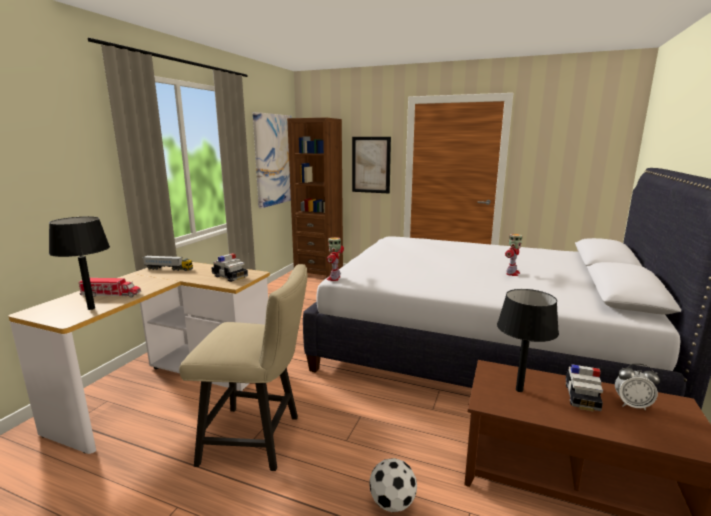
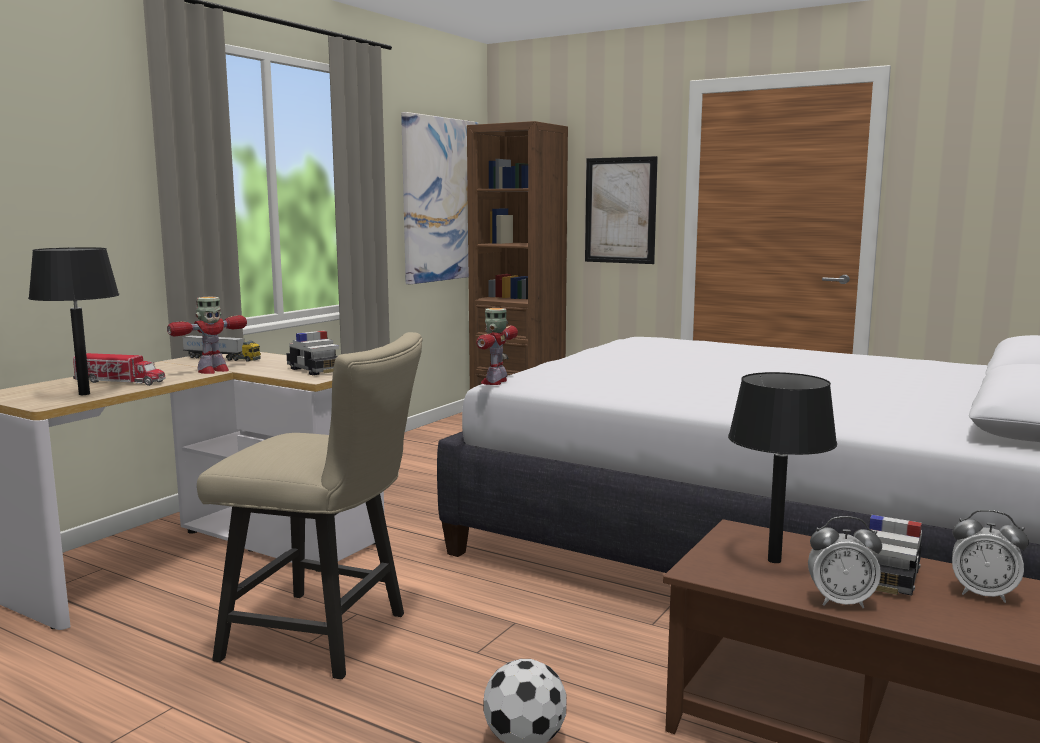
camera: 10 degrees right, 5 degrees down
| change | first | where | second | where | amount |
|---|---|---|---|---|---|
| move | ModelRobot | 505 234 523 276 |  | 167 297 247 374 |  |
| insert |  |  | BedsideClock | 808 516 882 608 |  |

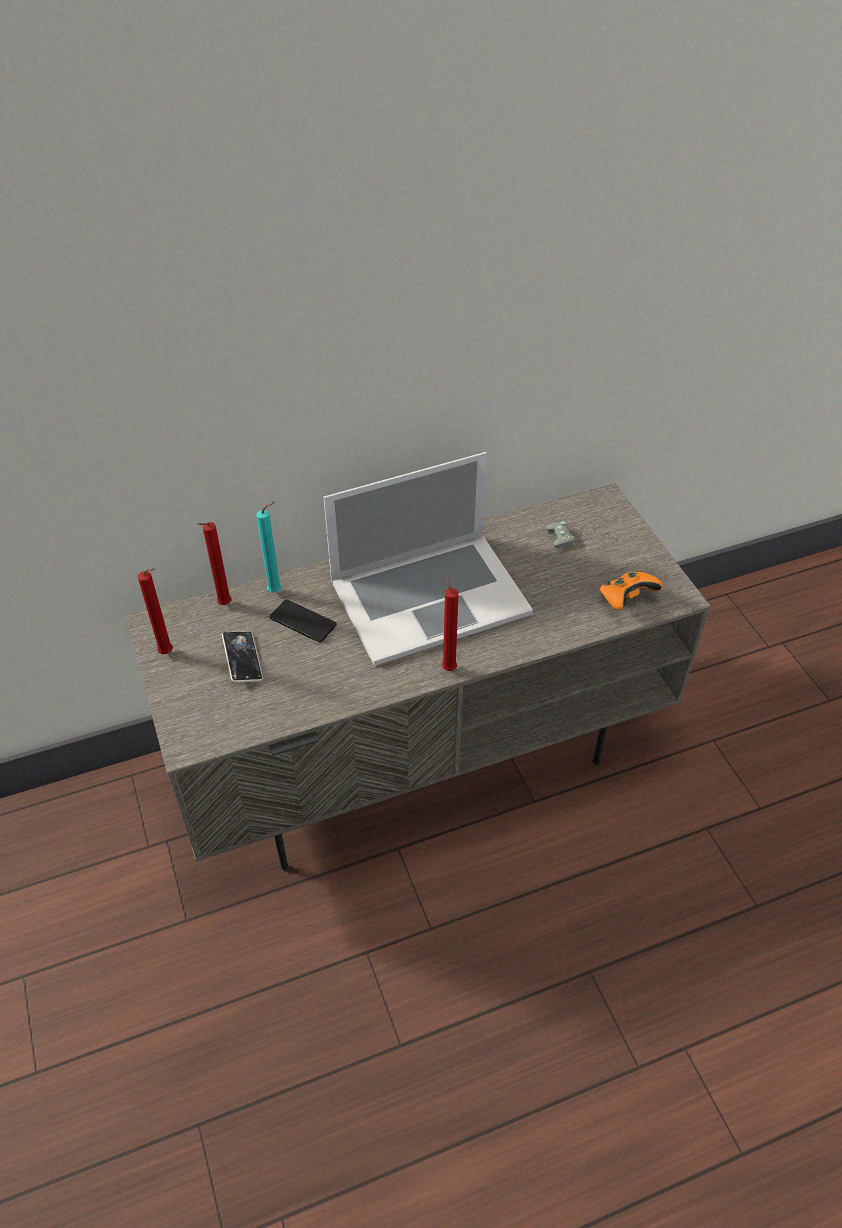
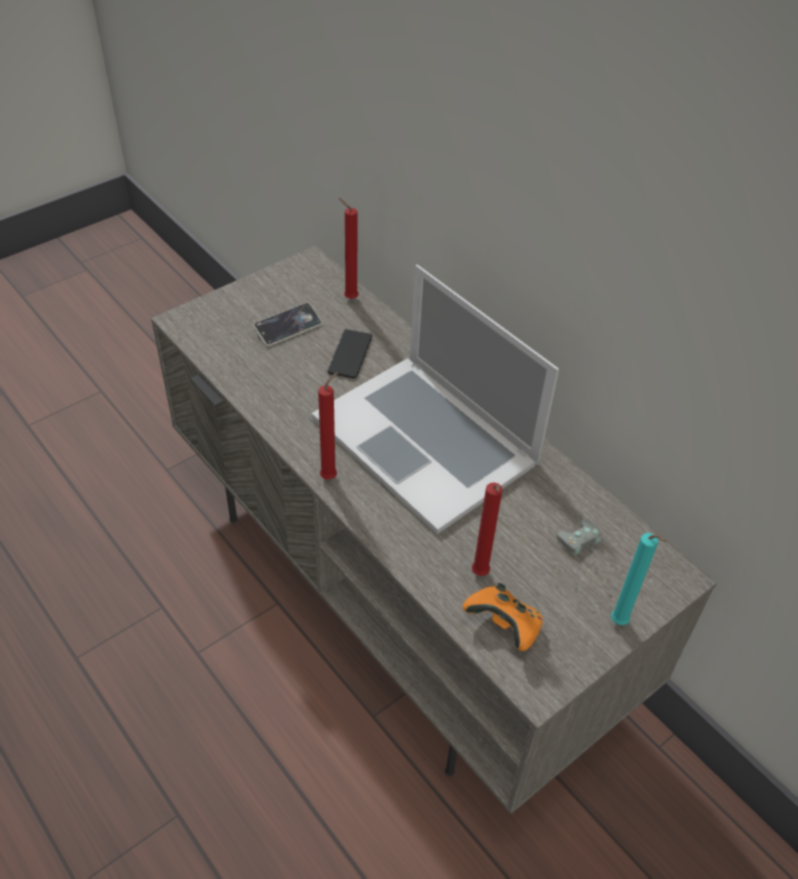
camera: 70 degrees right, 0 degrees up
| change | first | where | second | where | amount |
|---|---|---|---|---|---|
| move | RedColouredWaxCandle | 138 568 173 654 |  | 472 483 503 576 |  |
| move | BlueGreenWaxCandle | 257 502 281 592 |  | 611 533 667 625 |  |

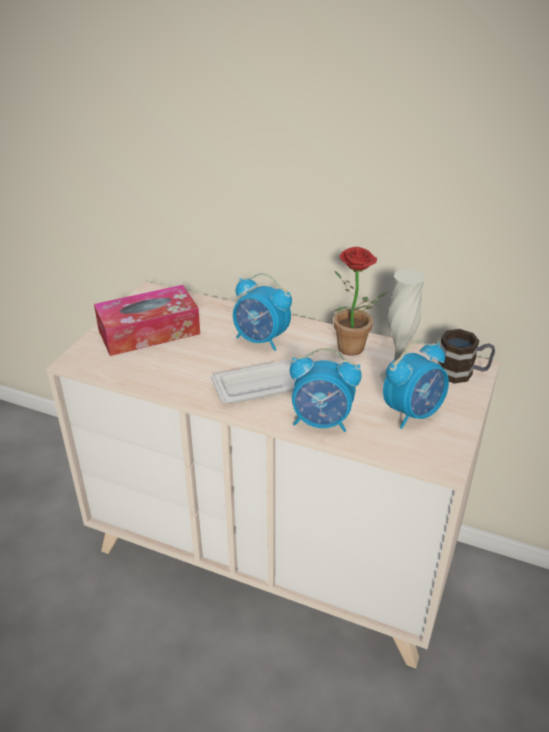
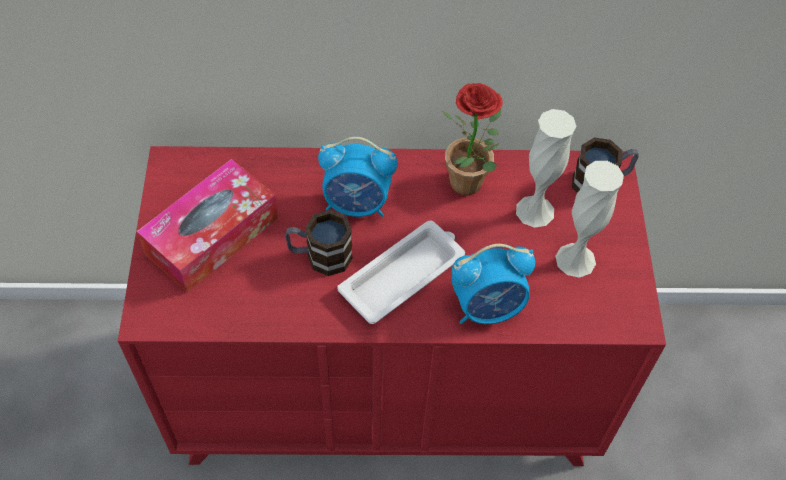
camera: 25 degrees left, 20 degrees up
| change | first | where | second | where | amount |
|---|---|---|---|---|---|
| recolor | BeigeColouredChestOfDrawers | 46 281 500 669 | RedColouredChestOfDrawers | 118 146 666 466 |  |
| replace | BedsideClock | 383 340 449 429 | WhiteColouredVase | 555 161 624 278 |  |
| insert |  |  | Mug | 285 210 353 276 |  |

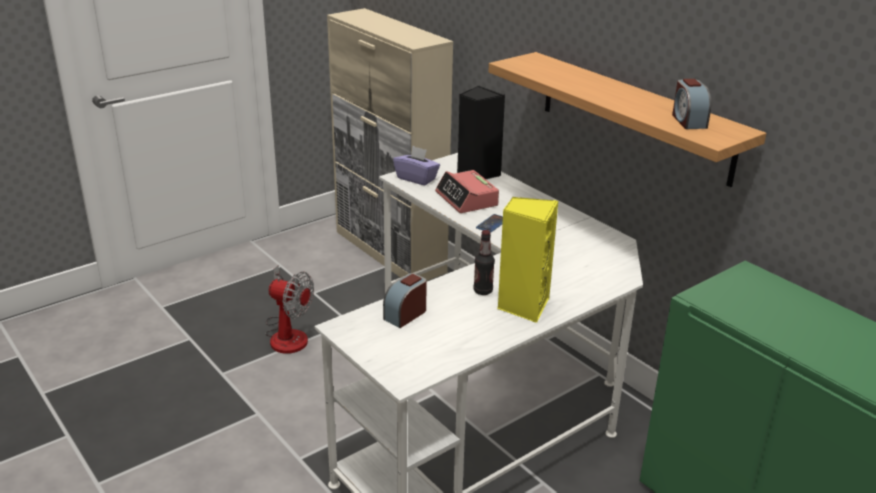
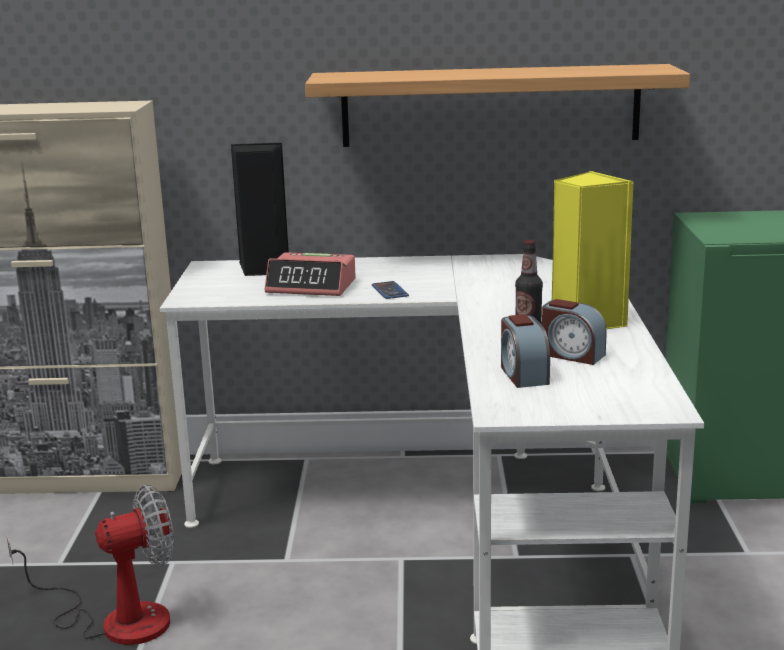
camera: 50 degrees left, 10 degrees down
| change | first | where | second | where | amount |
|---|---|---|---|---|---|
| delete | PurpleColouredBoxOfTissues | 393 146 440 185 |  |  |  |
| move | BedsideClock | 672 79 711 129 |  | 542 299 607 365 |  |

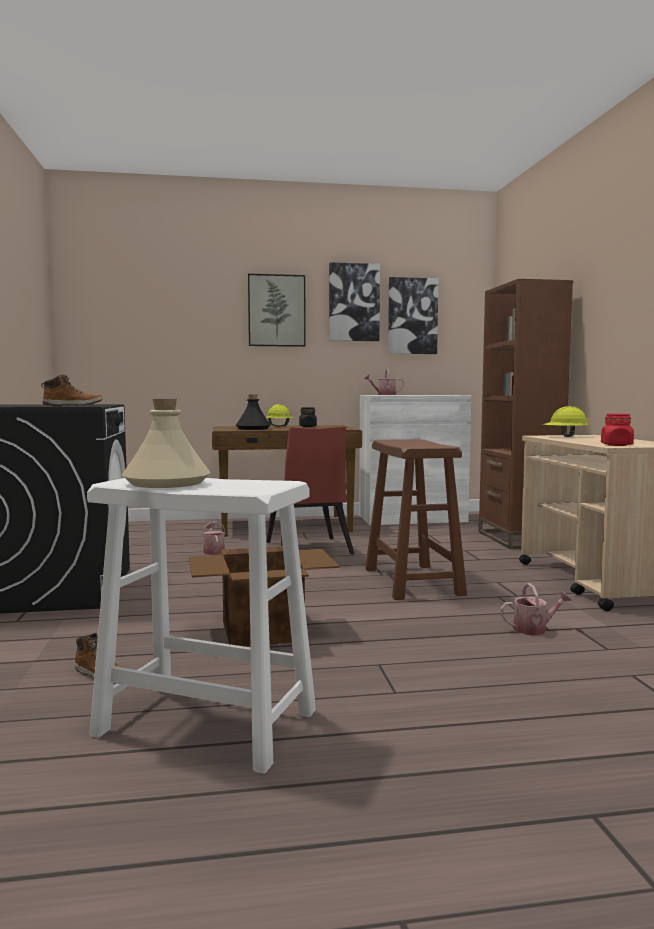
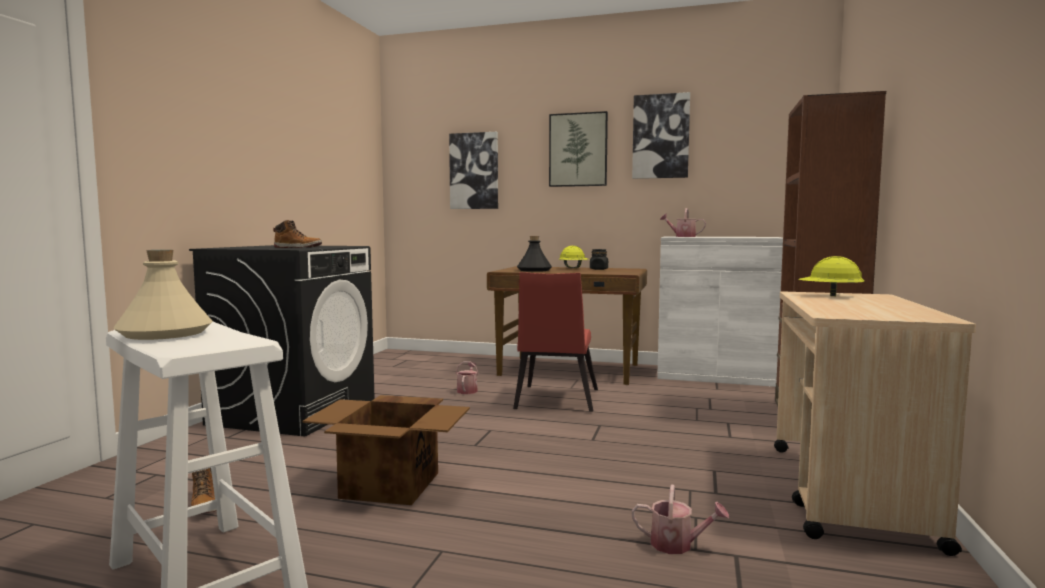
camera: 25 degrees right, 0 degrees up
| change | first | where | second | where | amount |
|---|---|---|---|---|---|
| delete | BrownColouredSittingStool | 365 439 467 600 |  |  |  |
| move | WallArt | 388 277 438 354 |  | 449 132 498 209 |  |
| delete | RedColouredJar | 601 413 634 446 |  |  |  |

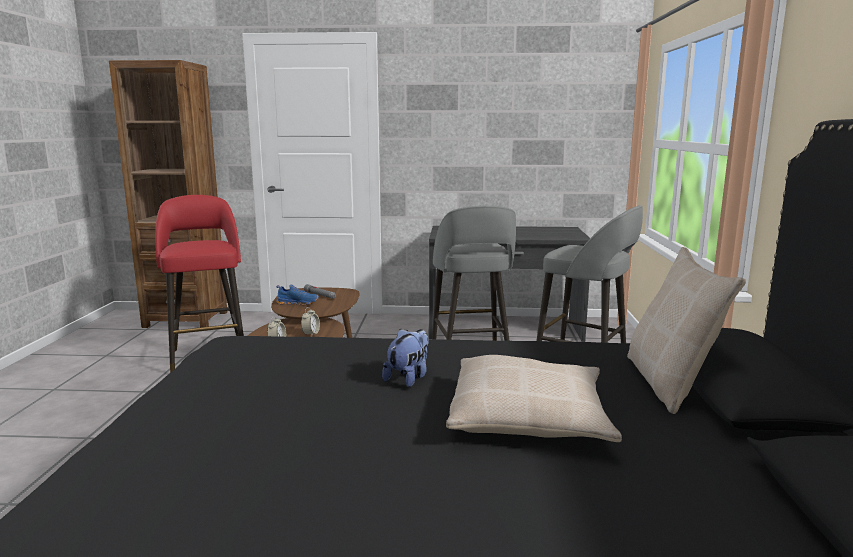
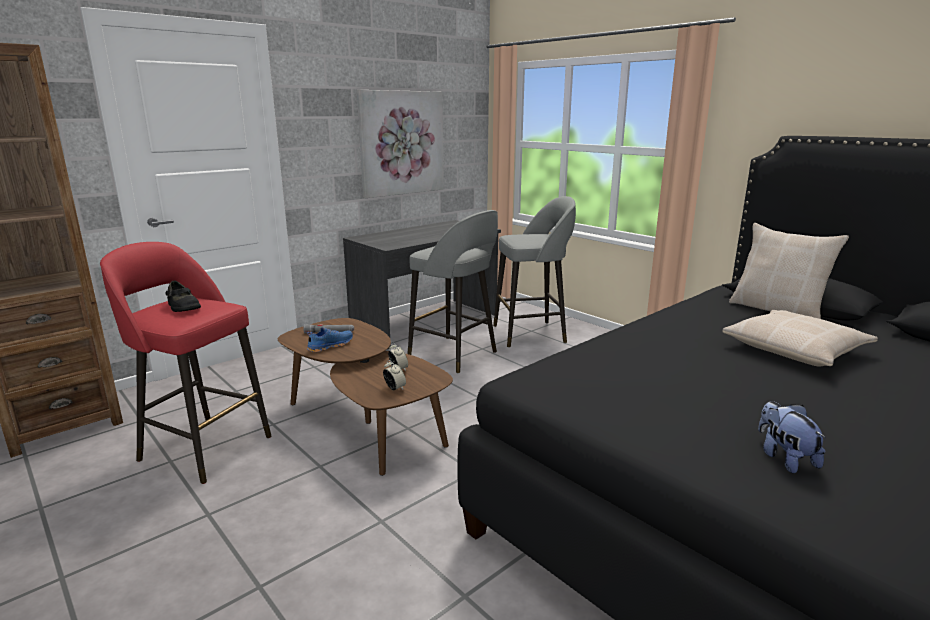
camera: 45 degrees left, 5 degrees up
| change | first | where | second | where | amount |
|---|---|---|---|---|---|
| move | SoftToy | 382 328 429 387 |  | 758 401 825 474 |  |
| insert |  |  | BlackLowShoe | 166 281 201 312 |  |
| insert |  |  | WallArt | 357 90 444 198 |  |

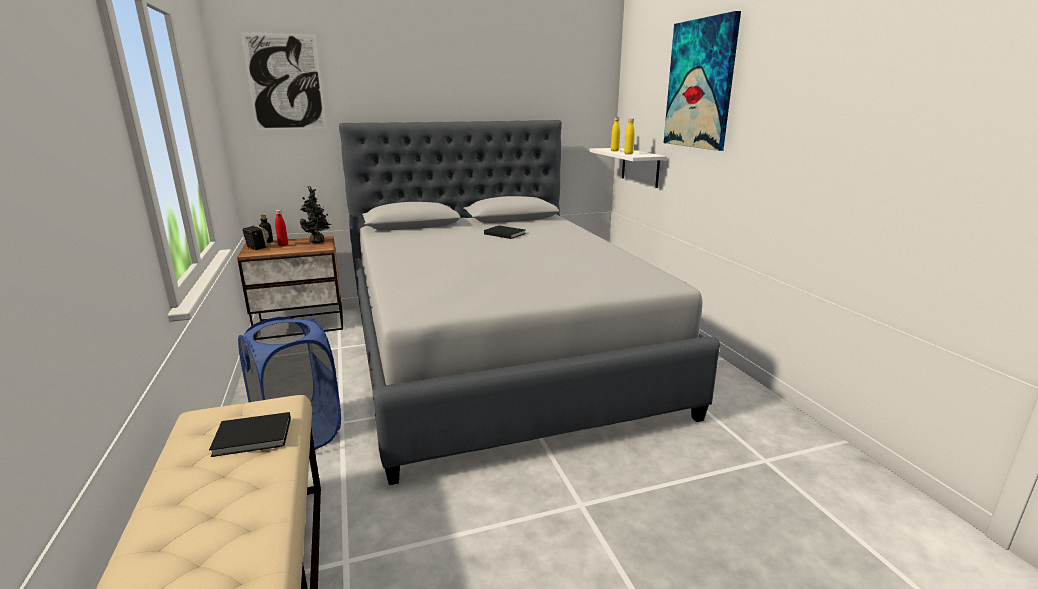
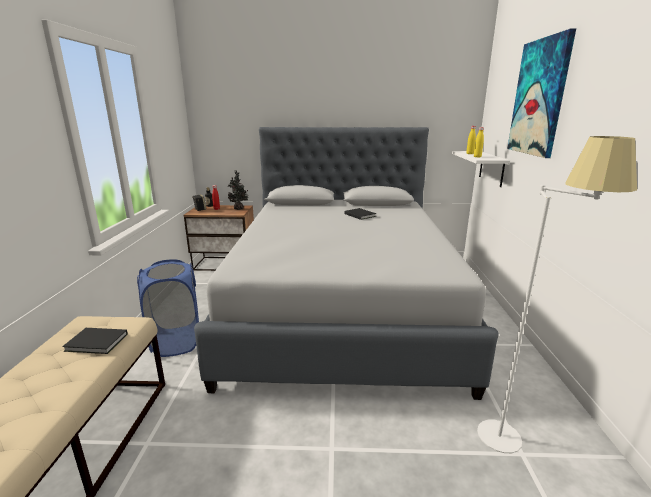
camera: 20 degrees right, 0 degrees up
| change | first | where | second | where | amount |
|---|---|---|---|---|---|
| delete | WallArt | 241 32 326 130 |  |  |  |
| insert |  |  | WhiteColouredStandingLamp | 477 136 637 453 |  |

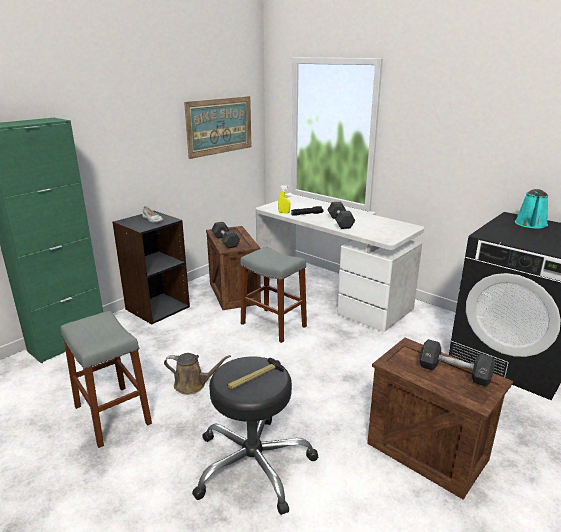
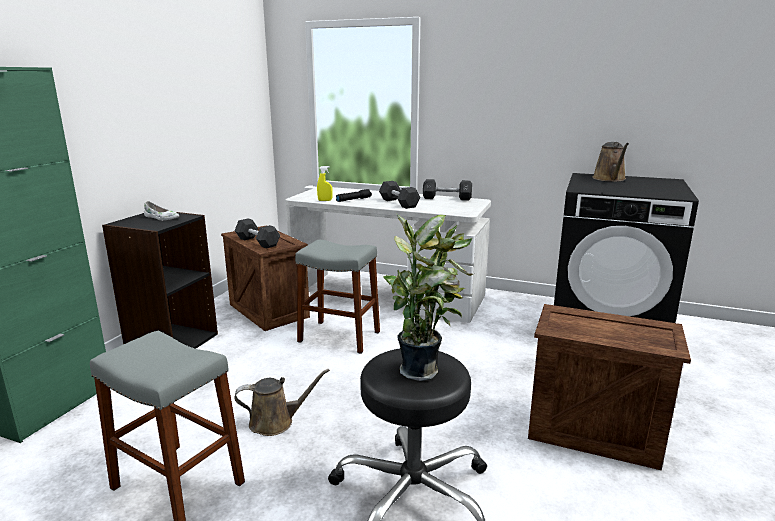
camera: 20 degrees left, 5 degrees down
| change | first | where | second | where | amount |
|---|---|---|---|---|---|
| delete | WallArt | 184 96 252 159 |  |  |  |
| replace | HandHammer | 228 358 284 390 | PlantInAPot | 383 213 473 381 |  |
| move | BlackHandWeight | 419 339 495 387 |  | 423 179 472 201 |  |
| recolor | BlueGreenWateringPot | 515 189 548 229 | BrownColouredWateringPot | 592 142 629 182 |  |

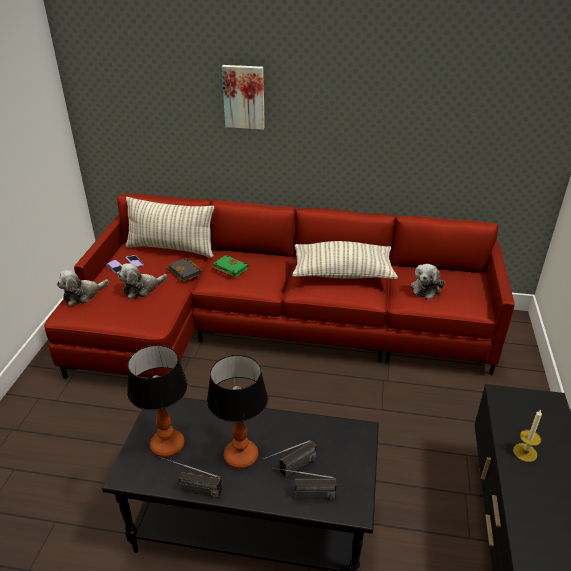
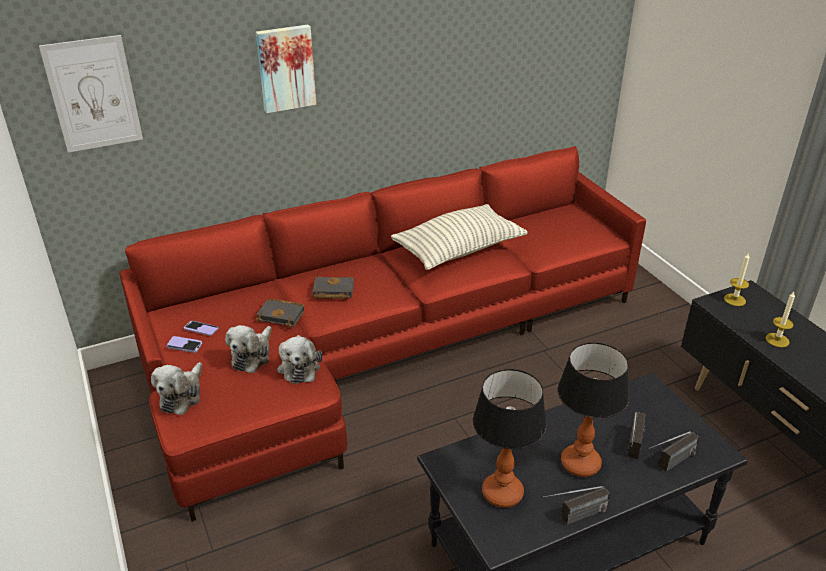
camera: 35 degrees left, 0 degrees up
| change | first | where | second | where | amount |
|---|---|---|---|---|---|
| delete | Pillow | 126 197 214 258 |  |  |  |
| recolor | GreenBoundBook | 212 255 249 278 | BlackBoundBook | 312 276 354 299 |  |
| move | SoftToy | 411 264 445 299 |  | 277 335 322 384 |  |
| insert |  |  | WallArt | 39 35 143 153 |  |
| insert |  |  | WaxCandle | 724 252 750 306 |  |

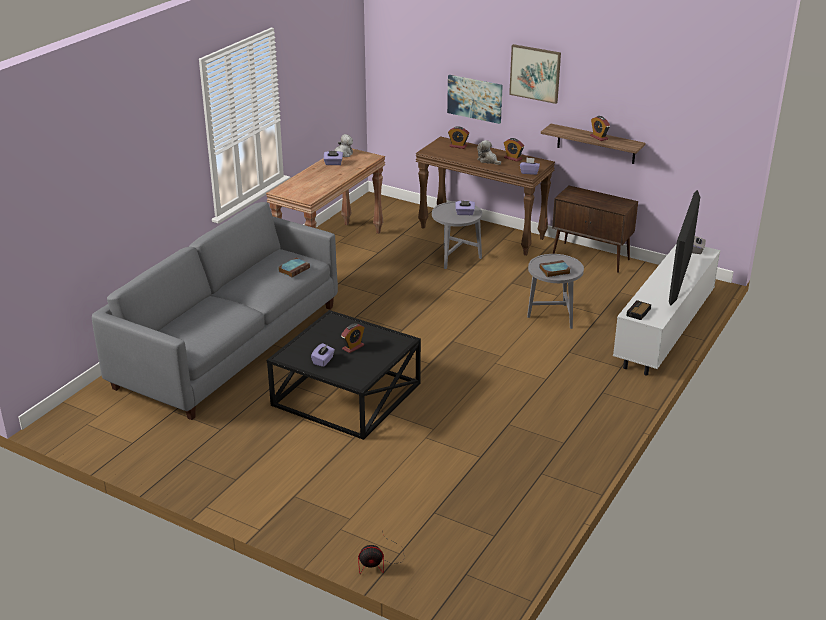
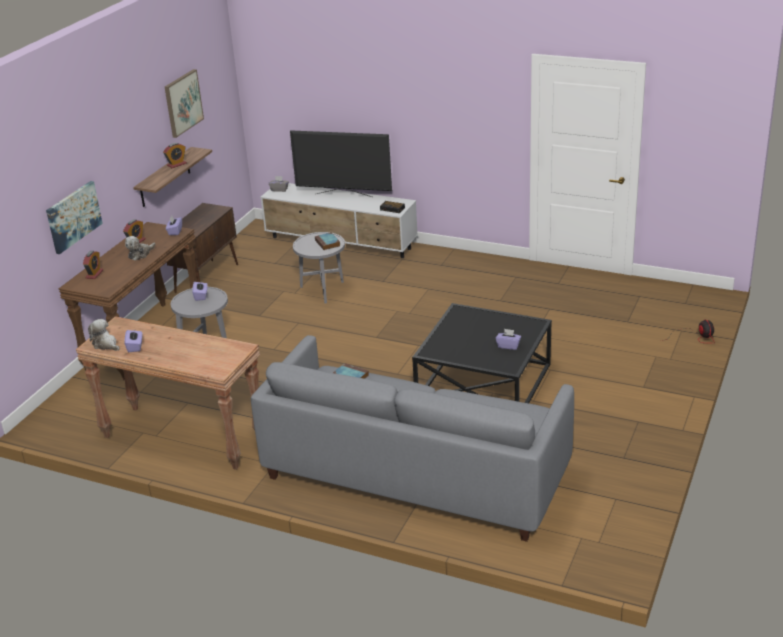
camera: 95 degrees left, 0 degrees up
| change | first | where | second | where | amount |
|---|---|---|---|---|---|
| delete | BedsideClock | 341 323 365 353 |  |  |  |
| move | WallArt | 509 44 561 104 |  | 165 69 204 138 |  |

